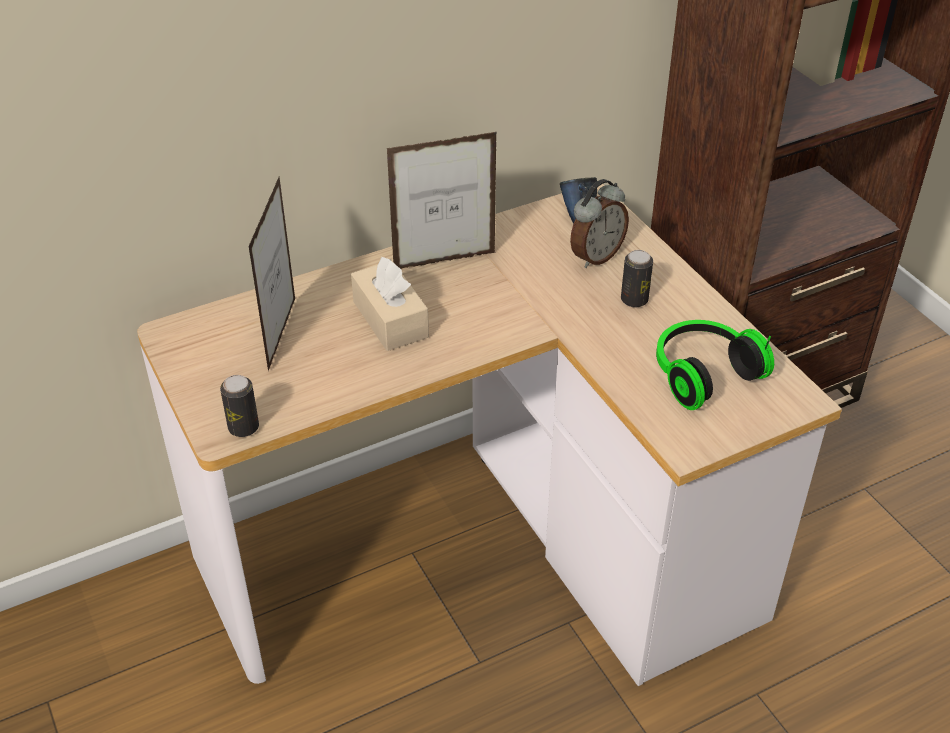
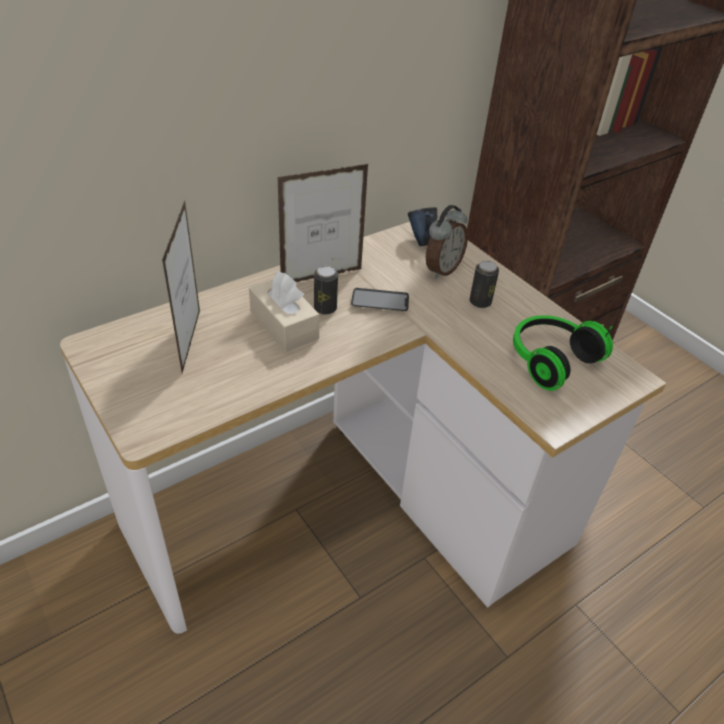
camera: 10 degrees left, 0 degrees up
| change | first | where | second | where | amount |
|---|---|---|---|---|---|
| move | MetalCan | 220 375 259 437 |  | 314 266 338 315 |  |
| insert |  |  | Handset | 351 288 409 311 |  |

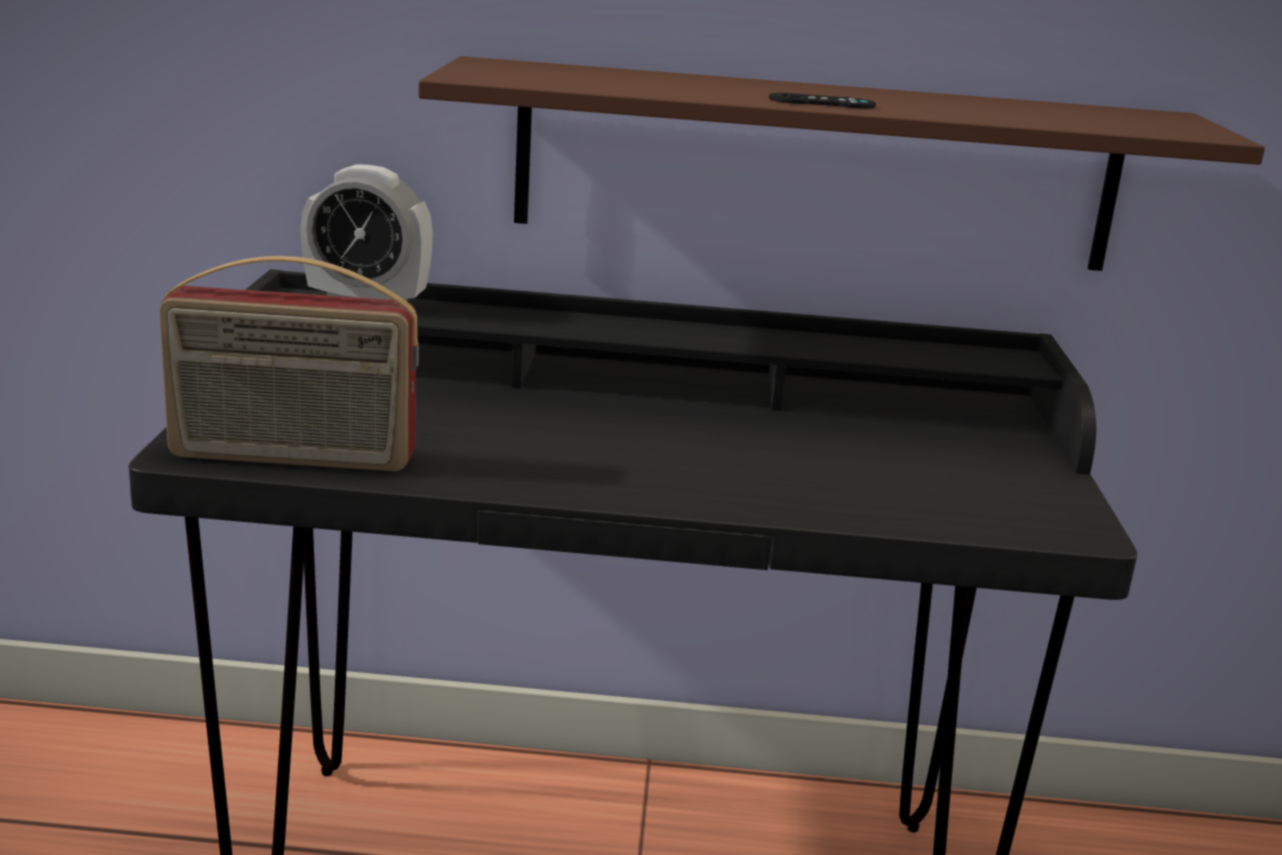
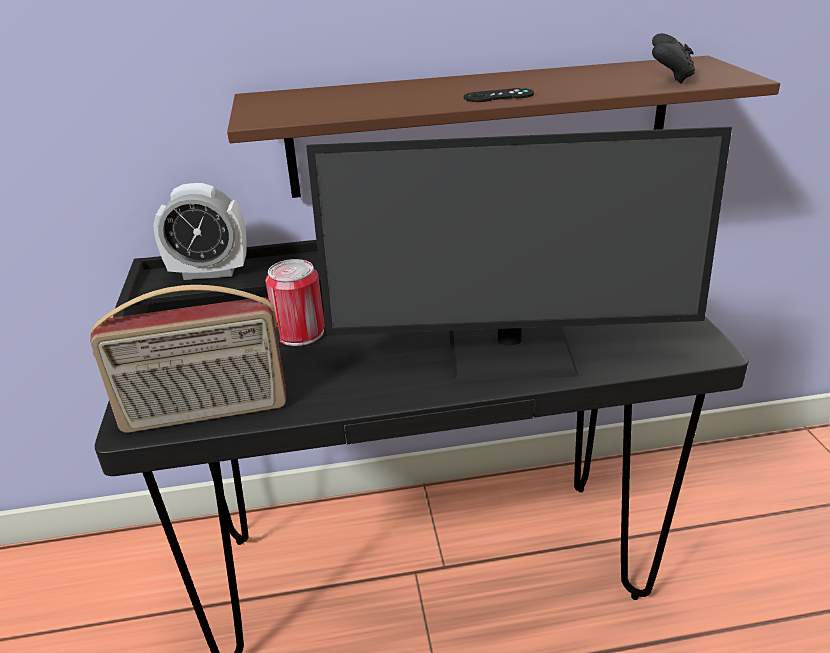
camera: 10 degrees left, 10 degrees up
| change | first | where | second | where | amount |
|---|---|---|---|---|---|
| insert |  |  | MetalCan | 266 259 325 346 |  |
| insert |  |  | ComputerScreen | 306 126 732 381 |  |
| insert |  |  | BlackJoypad | 652 33 695 83 |  |

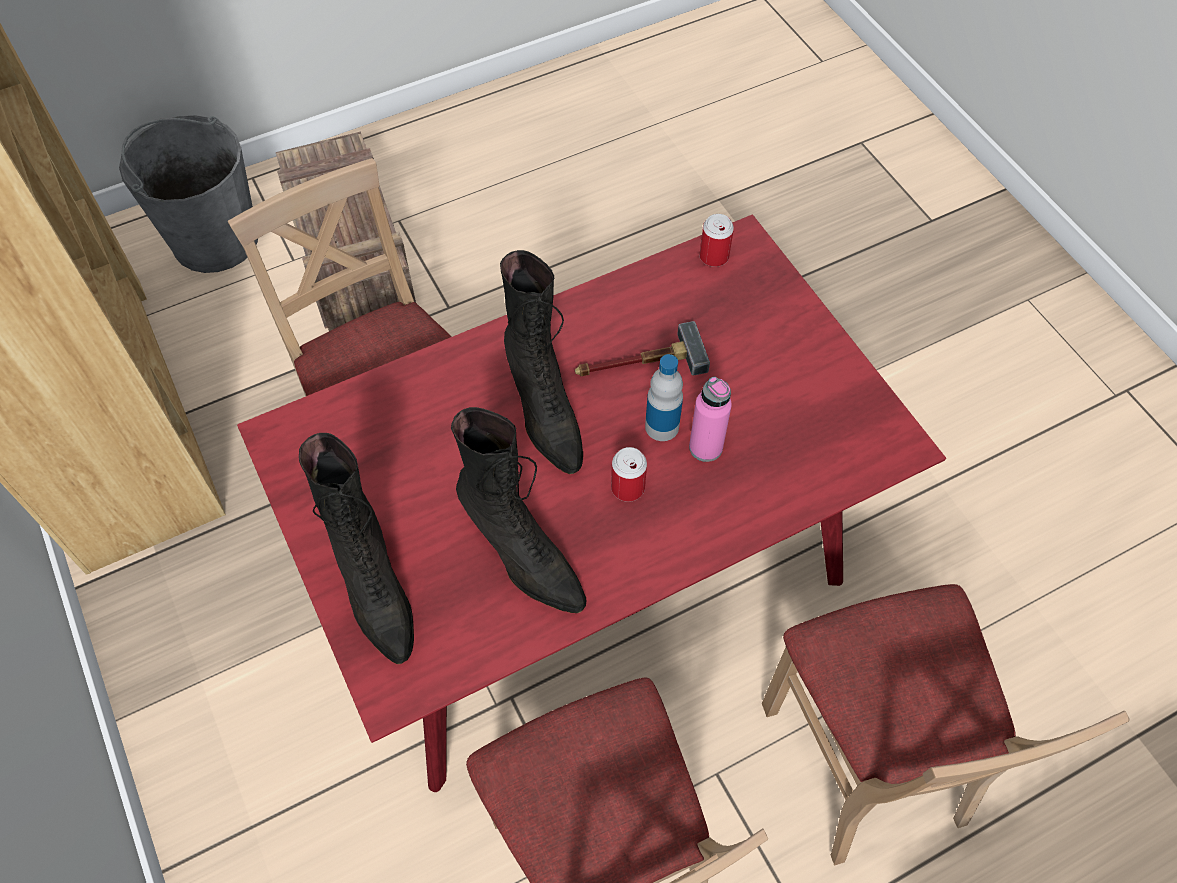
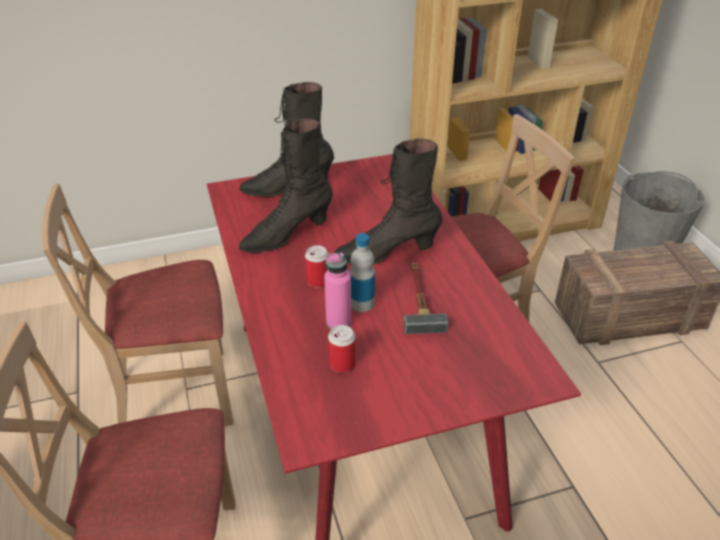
camera: 100 degrees right, 20 degrees down
| change | first | where | second | where | amount |
|---|---|---|---|---|---|
| move | MetalCan | 699 214 734 267 |  | 328 325 356 373 |  |

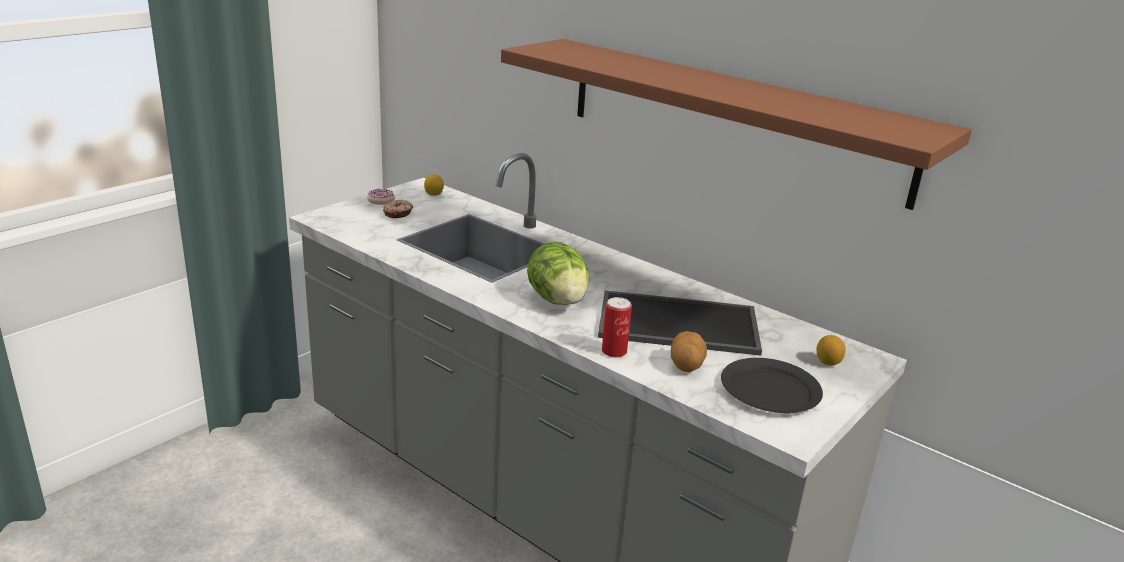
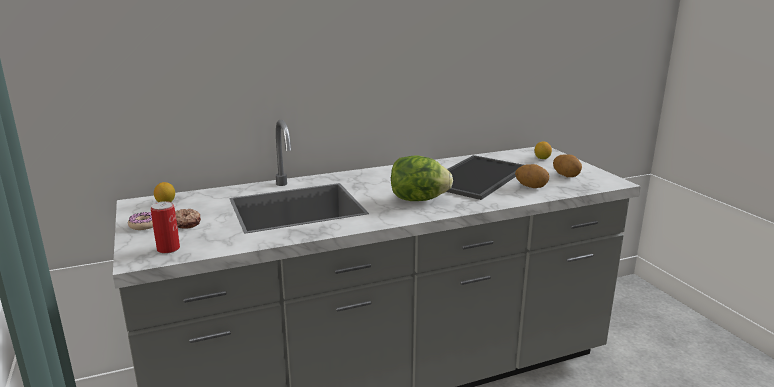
camera: 60 degrees left, 5 degrees down
| change | first | where | second | where | amount |
|---|---|---|---|---|---|
| delete | BrownColouredBracketShelf | 501 39 972 210 |  |  |  |
| move | MetalCan | 602 297 632 357 |  | 151 201 180 254 |  |
| replace | BlackFlatDish | 721 358 823 413 | Potato | 553 154 582 177 |  |

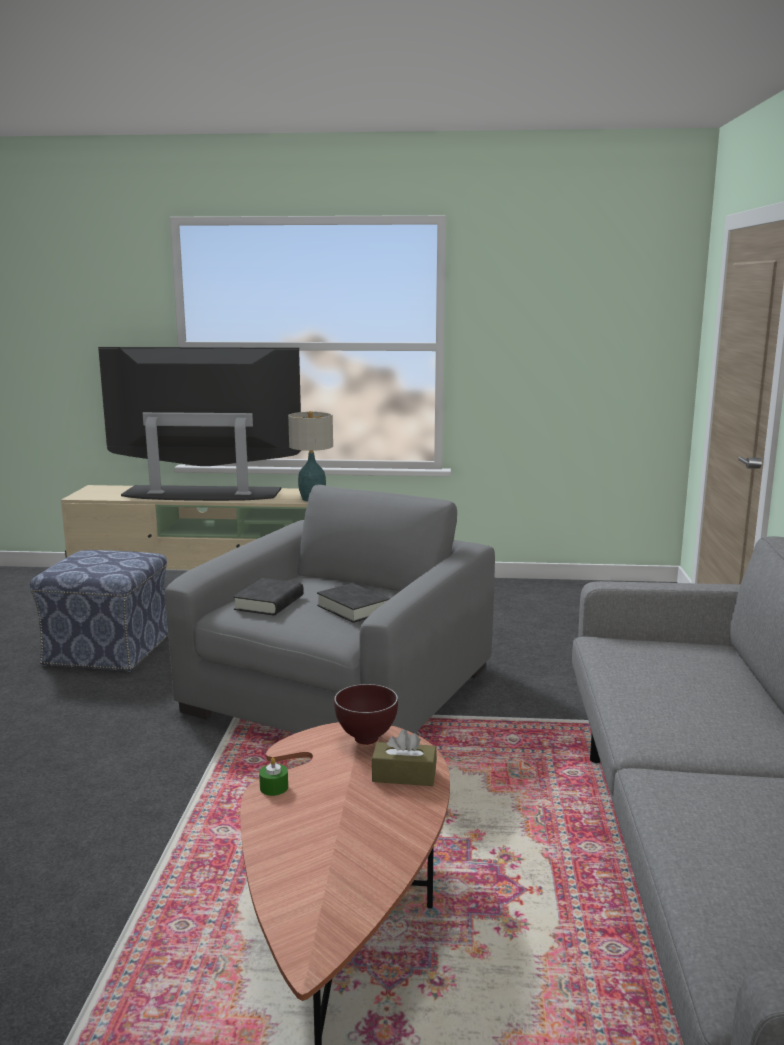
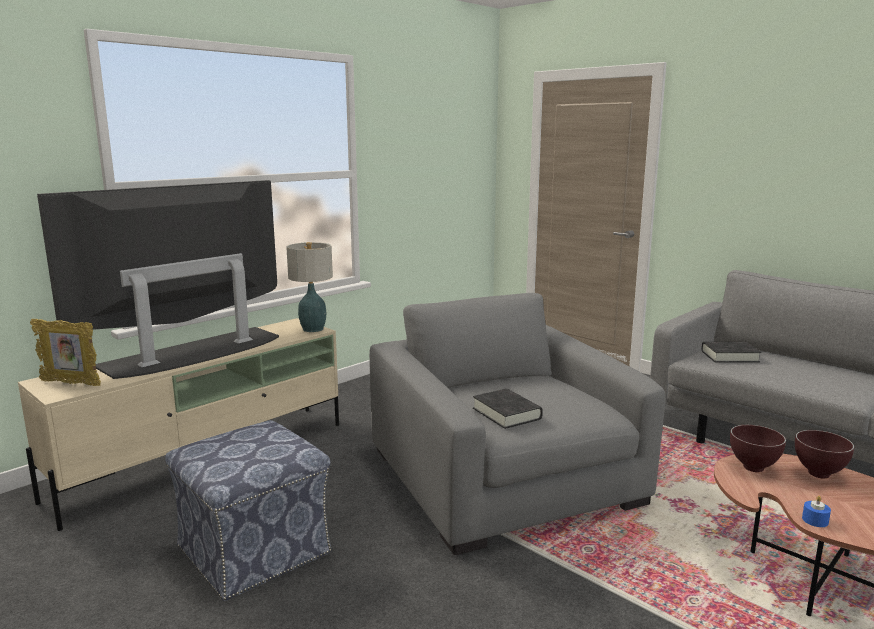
camera: 50 degrees left, 0 degrees up
| change | first | where | second | where | amount |
|---|---|---|---|---|---|
| recolor | GreenWaxCandle | 259 757 288 796 | BlueColouredWaxCandle | 802 495 831 527 |  |
| move | BlackBoundBook | 317 583 390 623 |  | 702 342 761 362 |  |
| replace | BrownColouredBoxOfTissues | 372 729 437 786 | BrownColouredServingBowl | 795 430 854 478 |  |
| insert |  |  | PhotoFrame | 30 319 101 386 |  |

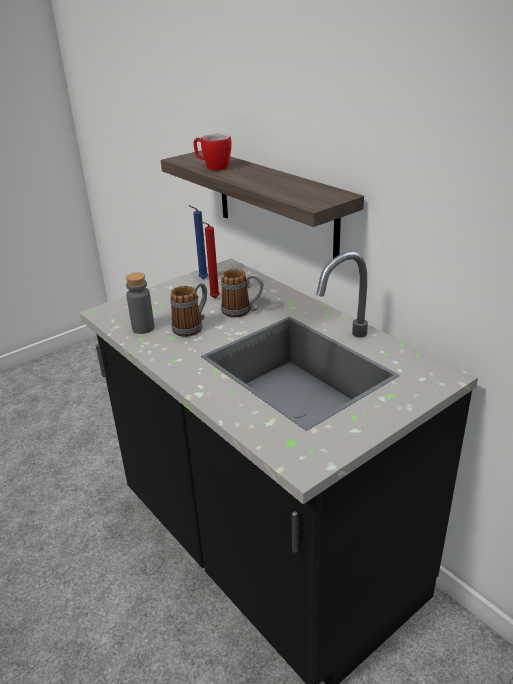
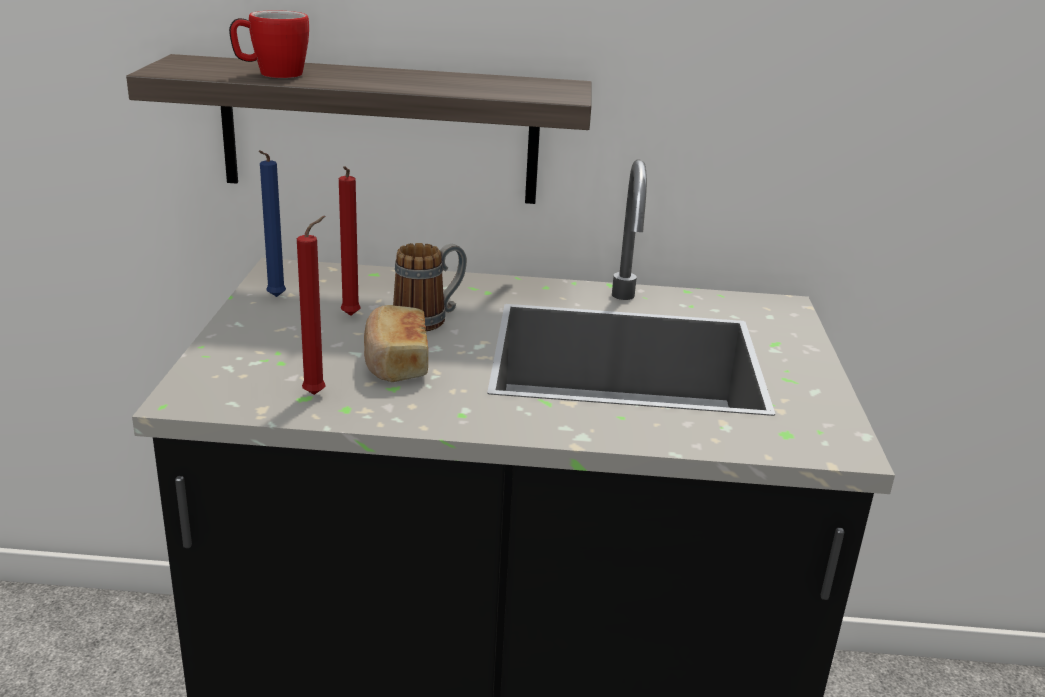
camera: 50 degrees left, 5 degrees down
| change | first | where | second | where | amount |
|---|---|---|---|---|---|
| replace | GreyBeverageBottle | 126 272 155 334 | RedColouredWaxCandle | 297 216 325 395 |  |
| replace | Mug | 170 283 207 337 | Bread | 364 305 428 382 |  |

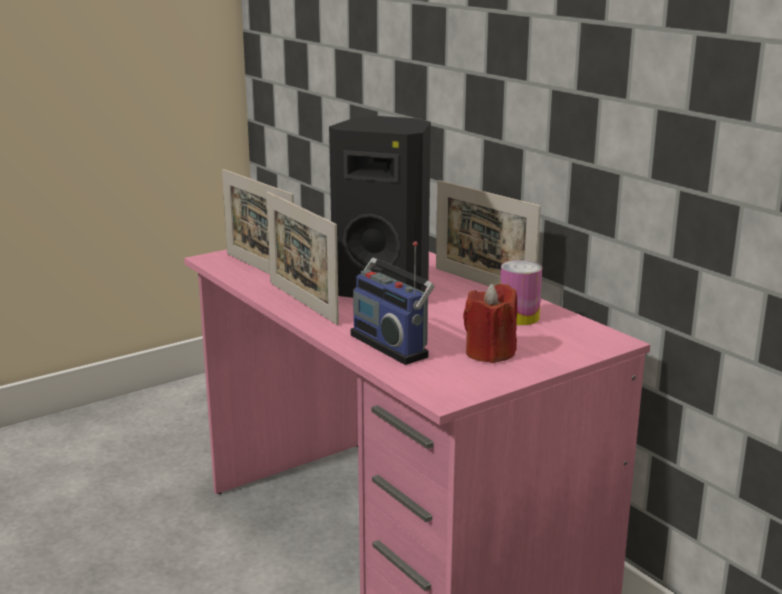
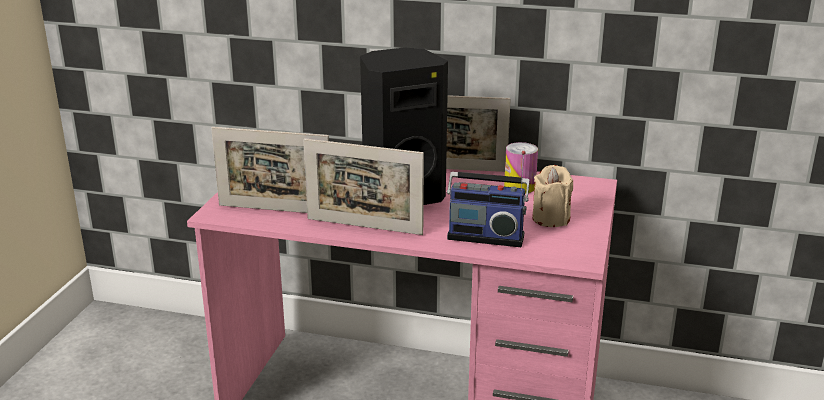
camera: 40 degrees left, 5 degrees up
| change | first | where | second | where | amount |
|---|---|---|---|---|---|
| recolor | RedColouredWaxCandle | 463 283 517 363 | BeigeColouredWaxCandle | 532 165 573 227 |  |

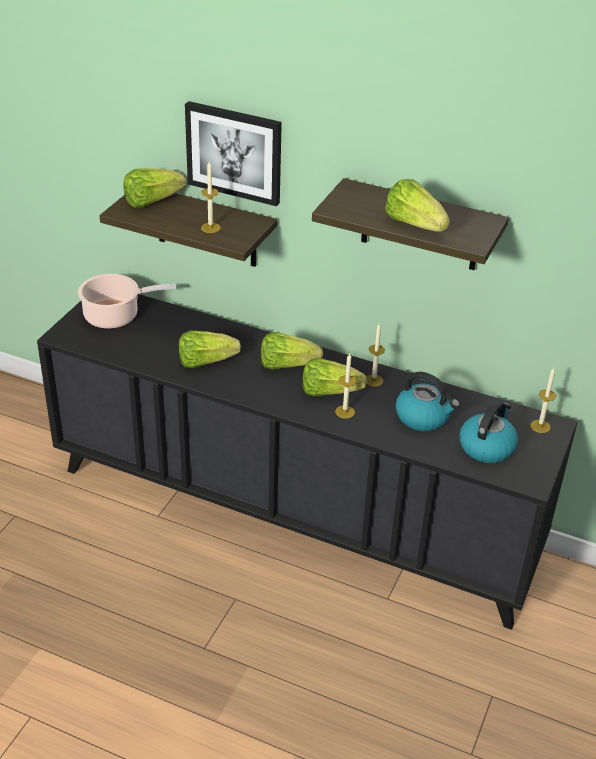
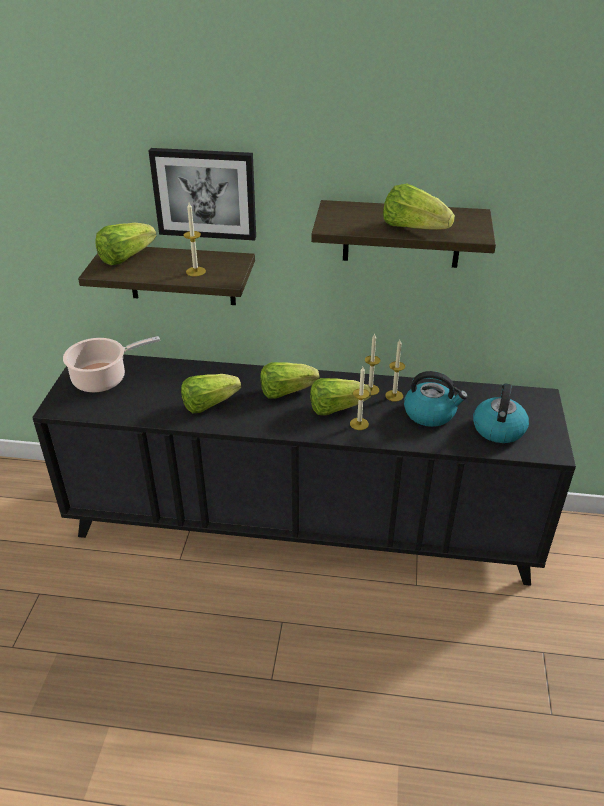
camera: 15 degrees left, 0 degrees up
| change | first | where | second | where | amount |
|---|---|---|---|---|---|
| move | WaxCandle | 530 368 556 433 |  | 385 340 405 402 |  |

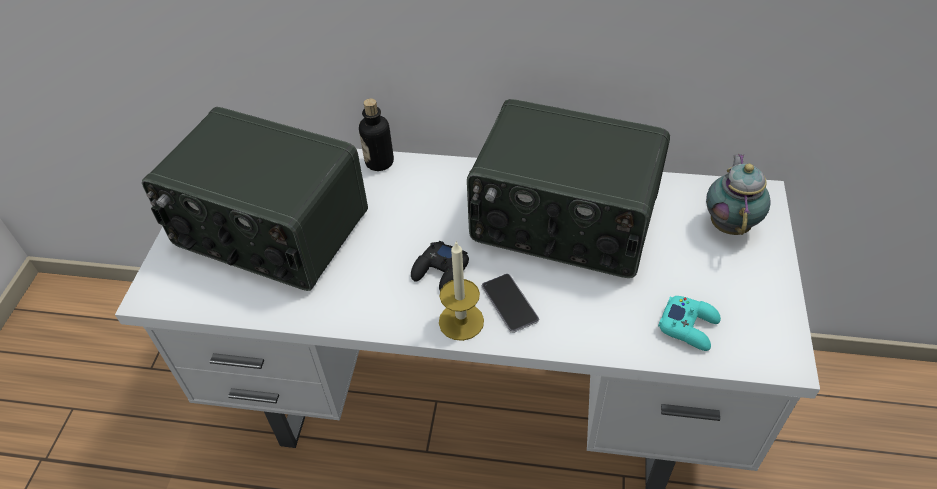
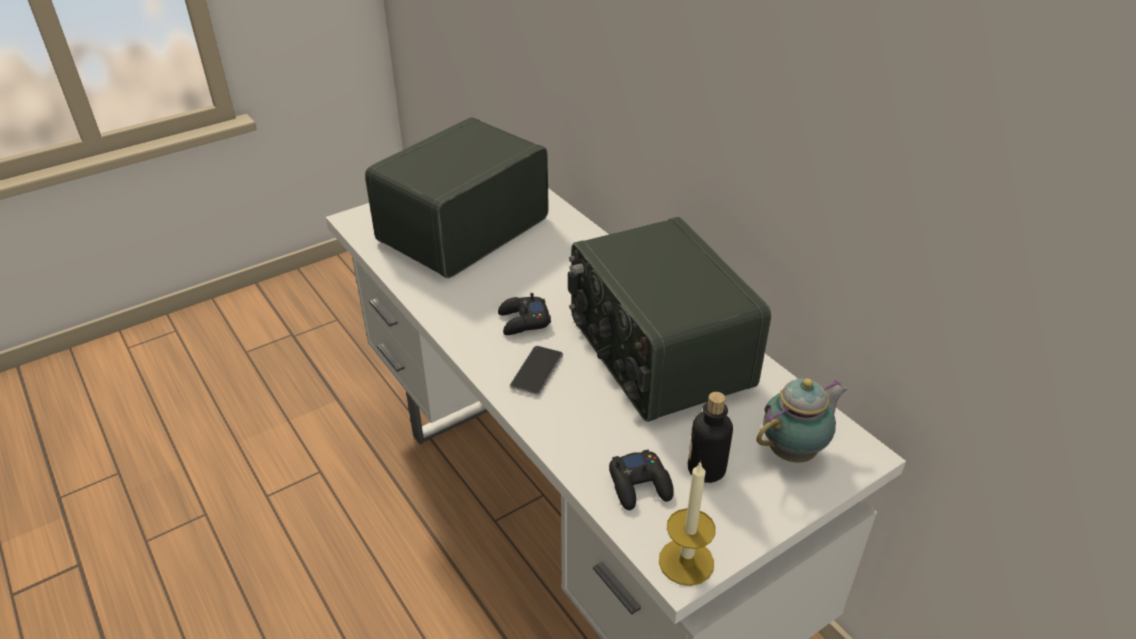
camera: 45 degrees right, 10 degrees down
| change | first | where | second | where | amount |
|---|---|---|---|---|---|
| rotate | RadioReceiver | 142 107 368 291 |  | 365 117 549 278 | 60 degrees clockwise |
| move | BeverageBottle | 359 98 394 171 |  | 688 392 733 483 |  |
| move | WaxCandle | 439 241 484 341 |  | 659 461 716 586 |  |
| recolor | BlueGreenJoypad | 658 296 721 351 | BlackJoypad | 609 449 674 510 |  |

